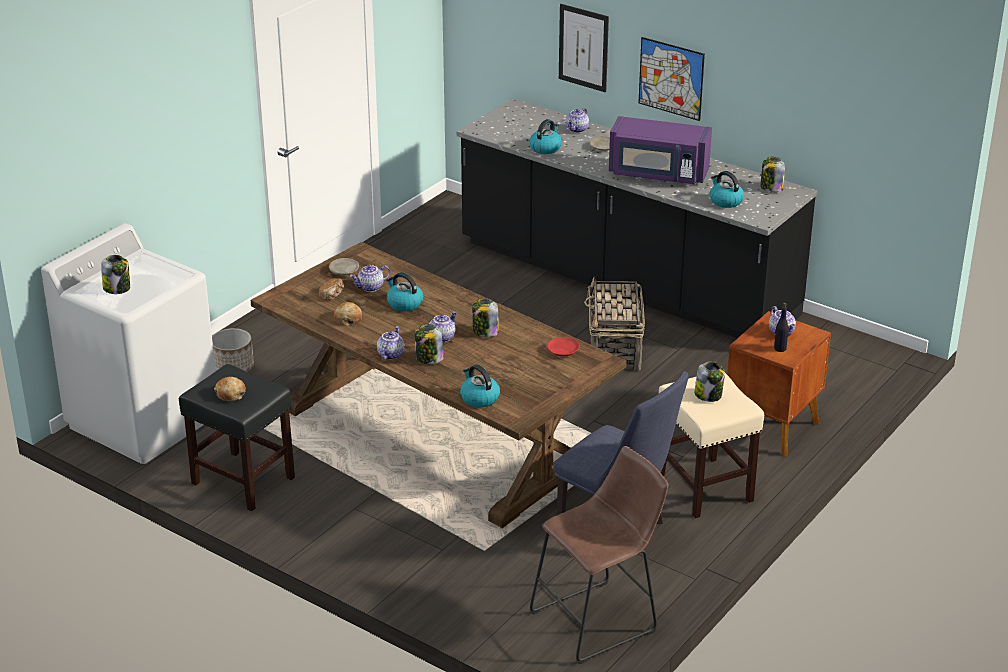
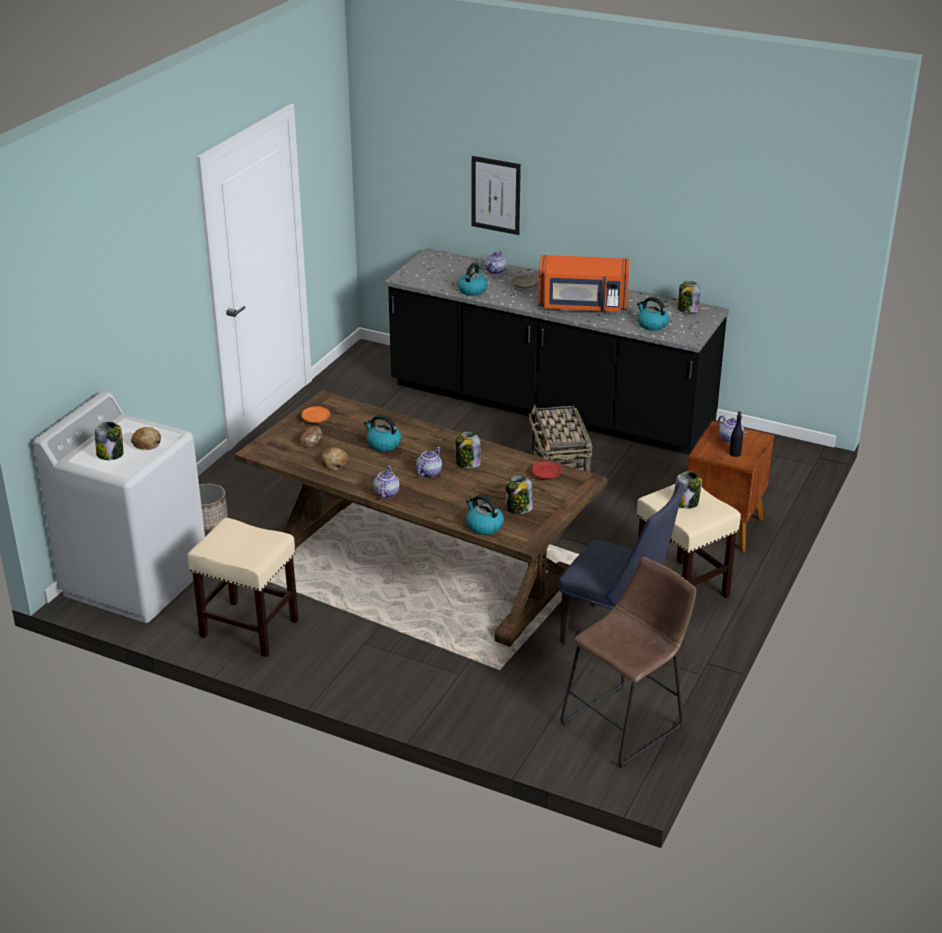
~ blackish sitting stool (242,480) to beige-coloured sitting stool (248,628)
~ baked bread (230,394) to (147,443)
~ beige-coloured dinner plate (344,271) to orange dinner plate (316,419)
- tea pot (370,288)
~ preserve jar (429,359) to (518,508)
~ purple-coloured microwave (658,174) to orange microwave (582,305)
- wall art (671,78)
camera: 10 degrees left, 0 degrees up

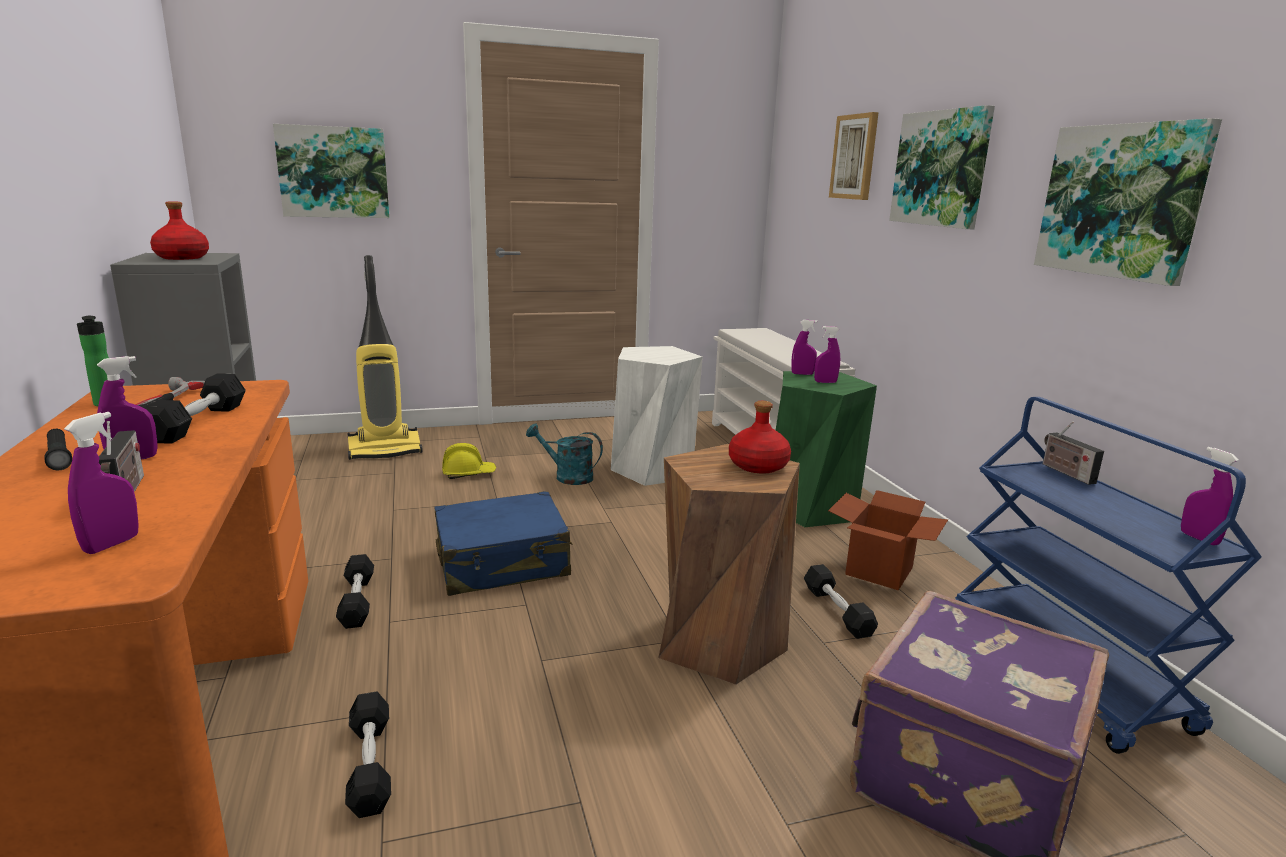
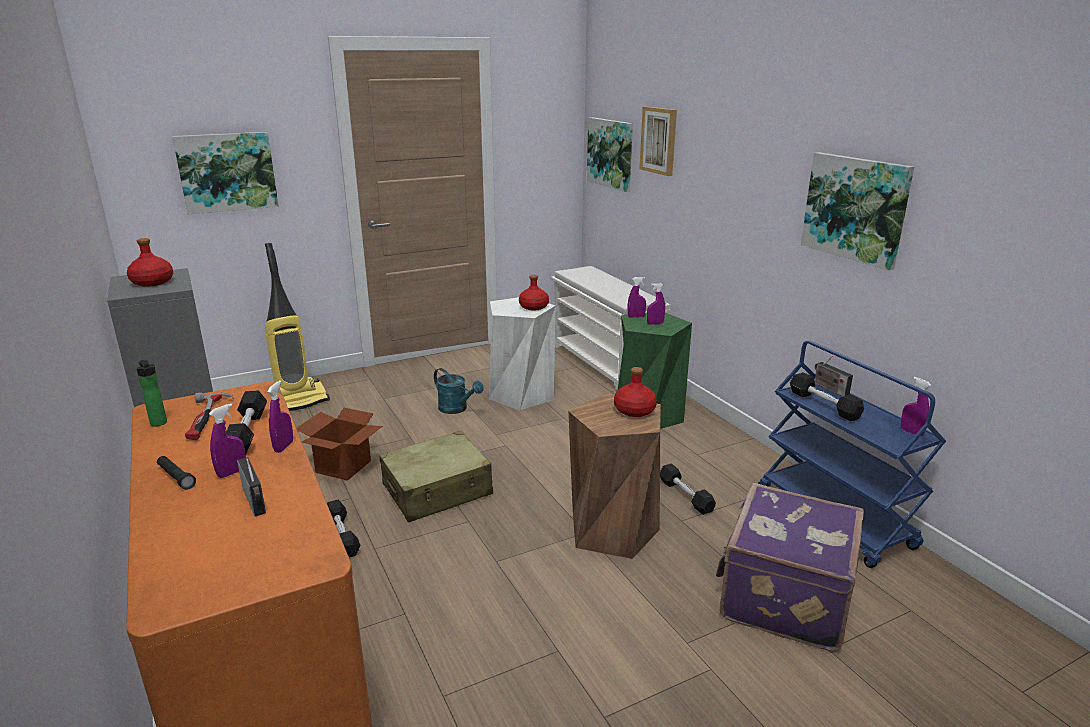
~ purple-coloured hand sprayer (112,544) to (283,447)
~ blackish free weight (370,765) to (824,405)
~ blue piece of luggage (503,563) to beige-coloured piece of luggage (437,490)
- yellowish safety helmet (468,473)
~ turquoise watering can (567,476) = (457,409) 150 degrees counterclockwise
~ cardboard box (879,571) to (343,466)
~ wall art (941,168) to (611,153)
+ red-coloured drink bottle (533,307)
camera: 10 degrees left, 5 degrees up

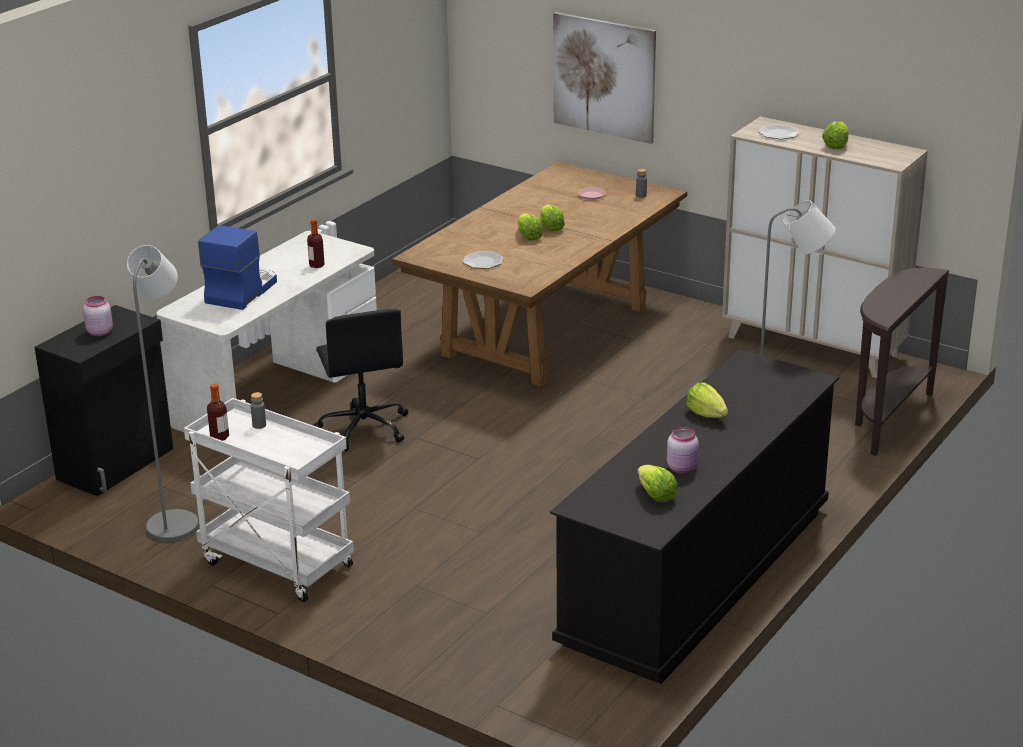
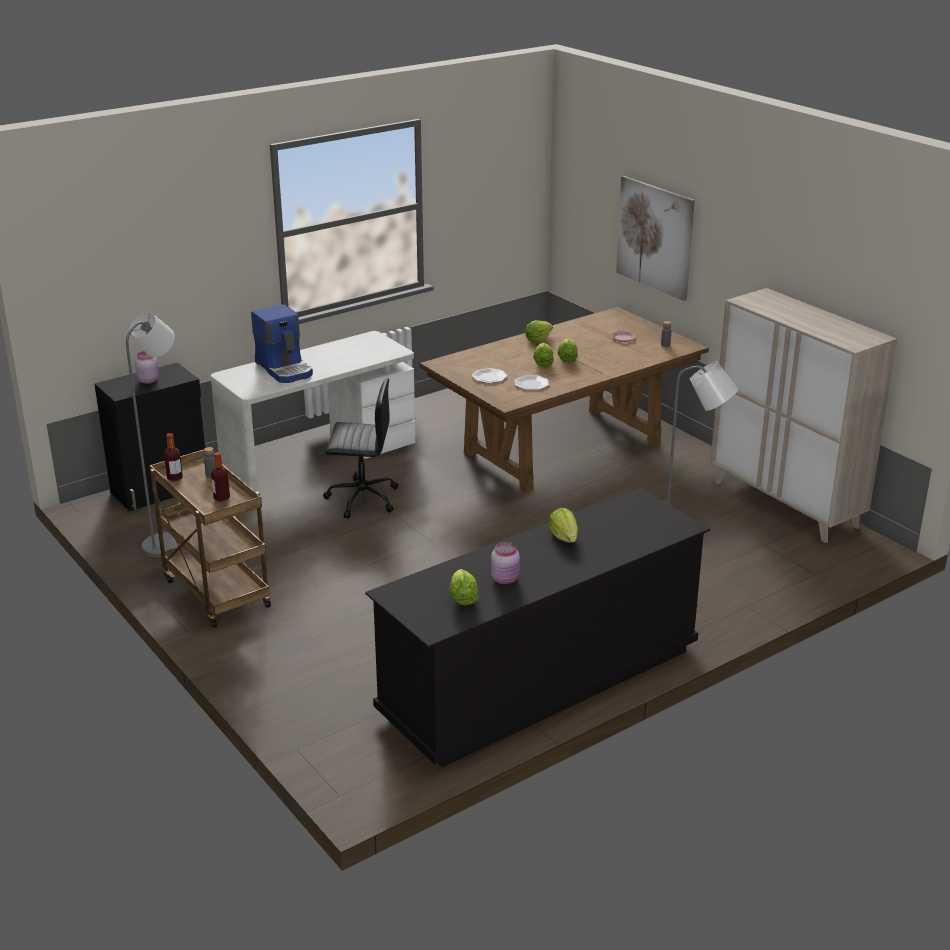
~ white cart (274,564) to brown-coloured cart (214,592)
~ coffee maker (241,291) = (285,369) 105 degrees clockwise
~ drink bottle (316,265) to (221,498)
~ blackish computer chair (363,428) = (361,498) 90 degrees counterclockwise
~ dinner plate (778,133) to (531,384)
~ head of lettuce (836,145) to (538,340)
- brown-coloured hall table (886,418)
camera: 20 degrees right, 0 degrees up

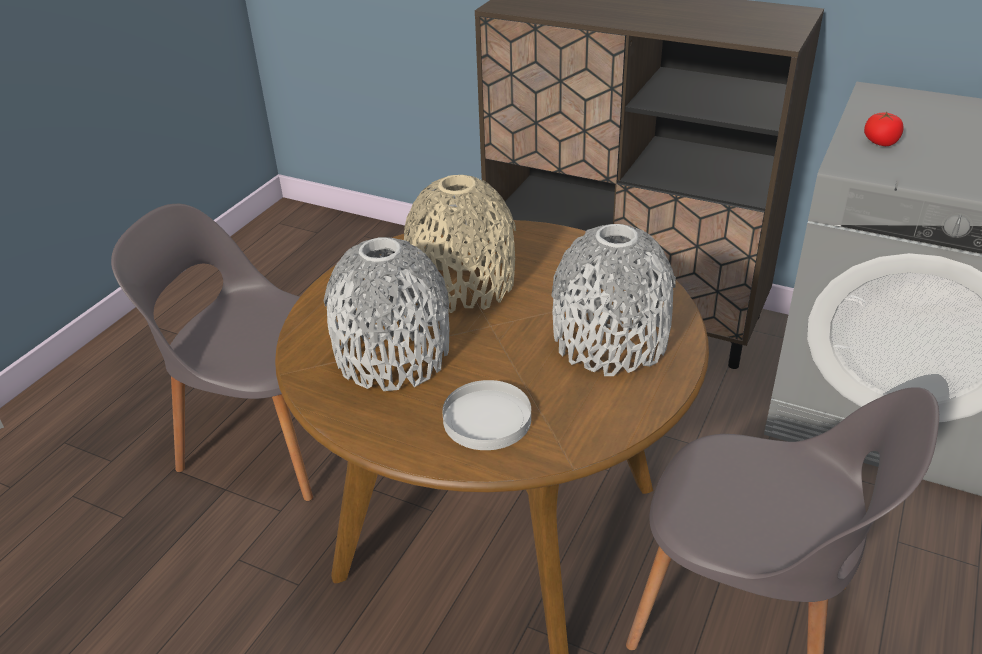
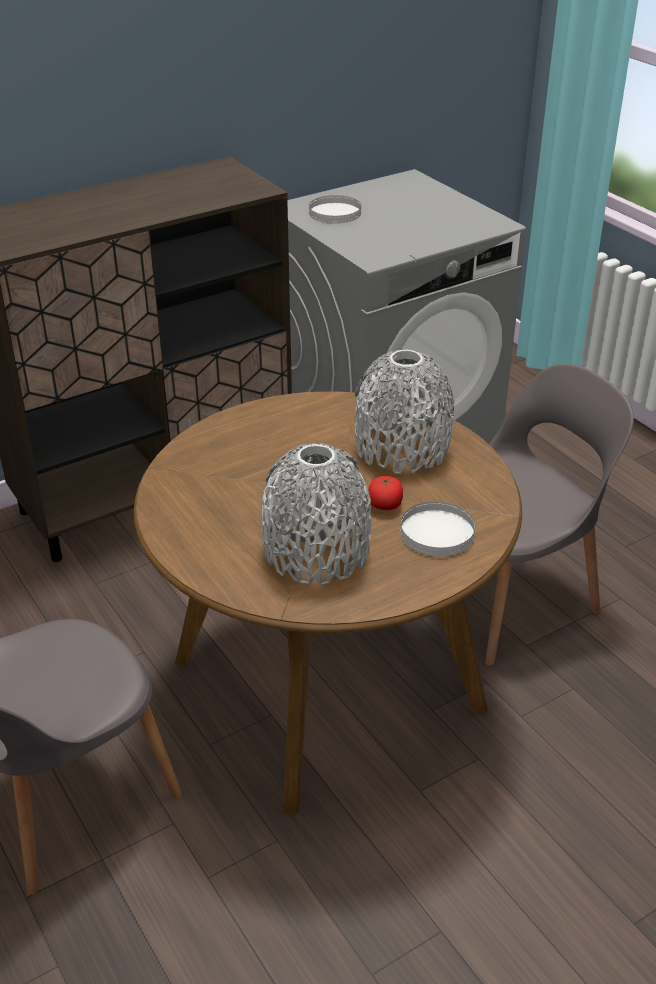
- beige-coloured flower vase (463,284)
~ tomato (880,143) to (385,505)
+ white dinner plate (334,212)
camera: 60 degrees left, 0 degrees up

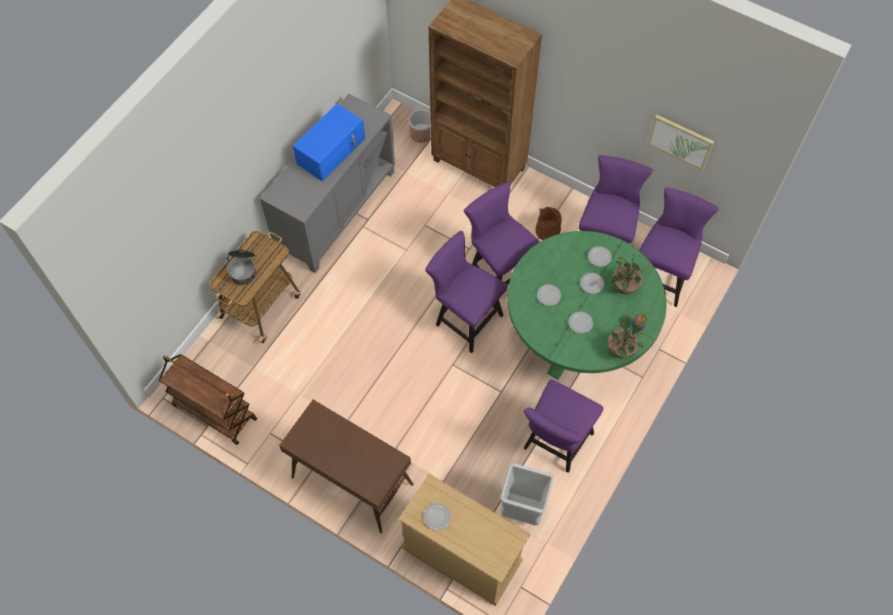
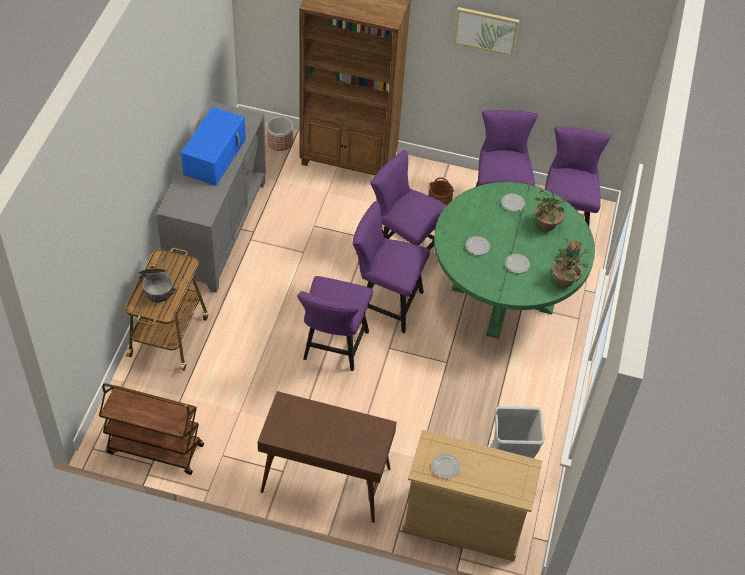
~ purple-coloured chair (555,444) to (333,349)
- dinner plate (592,283)
~ wall art (680,141) to (486,30)
camera: 20 degrees left, 10 degrees down

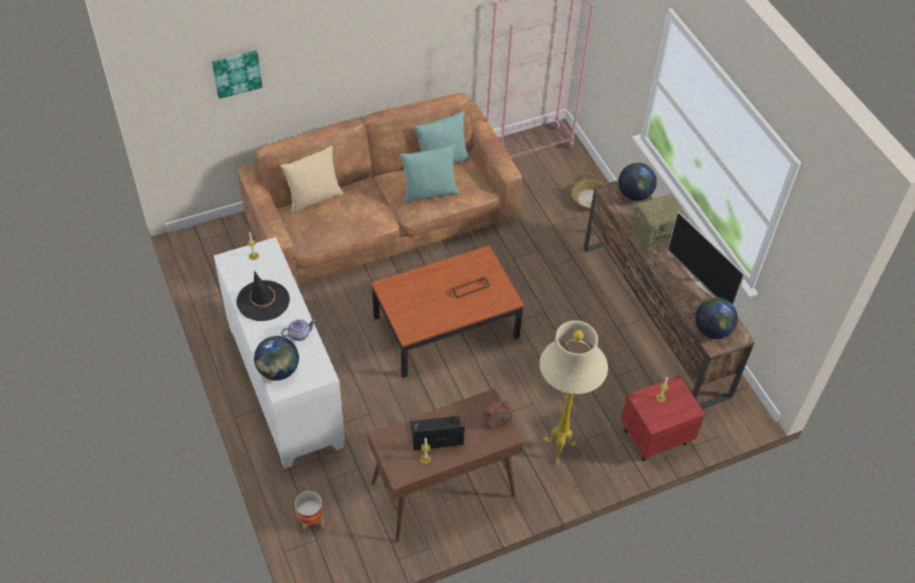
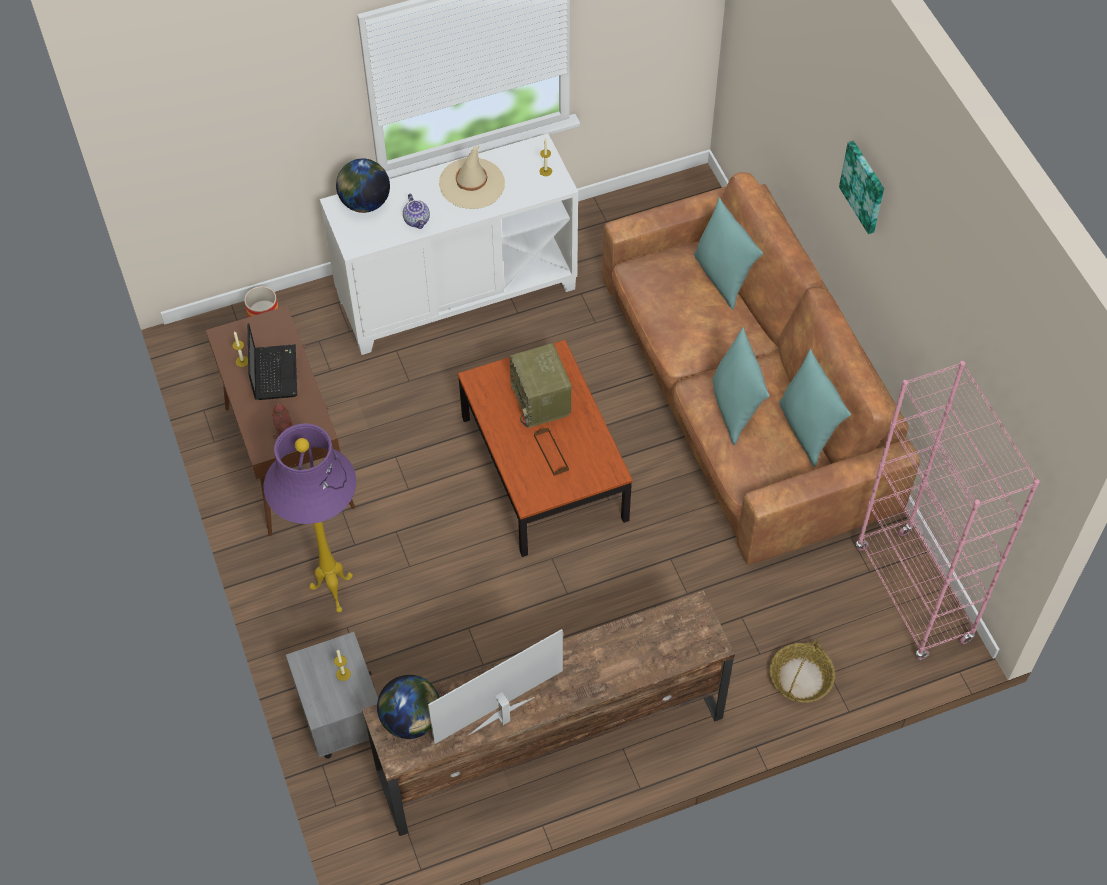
~ wall art (236,73) to (864,186)
~ blackish hat (263,301) to beige-coloured hat (472,184)
~ beige-coloured throw pillow (314,198) to turquoise throw pillow (723,277)
~ beige-coloured standing lamp (557,449) to purple-coloured standing lamp (334,590)
- world globe (634,194)
~ red-coloured nightstand (654,436) to grey nightstand (342,716)
~ radio receiver (656,235) to (541,401)
camera: 95 degrees right, 5 degrees up

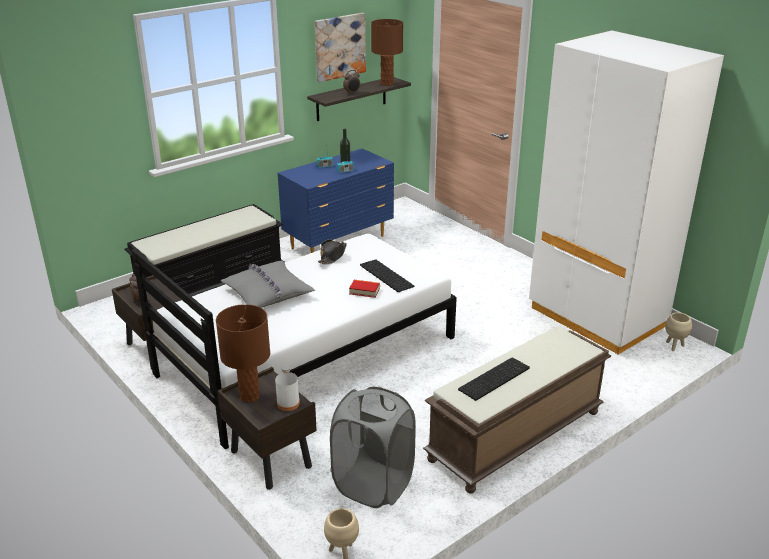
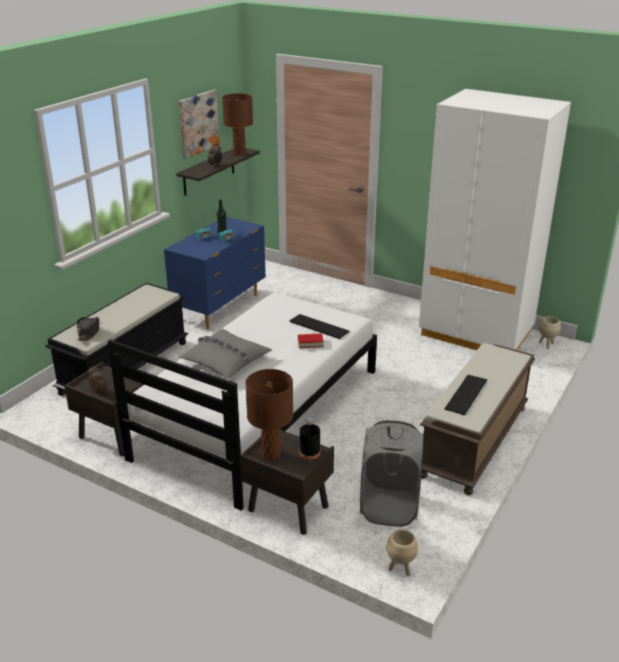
~ white drink bottle (288,403) to blackish drink bottle (309,452)
~ blackish hat (332,256) to (89,332)
camera: 20 degrees left, 0 degrees up

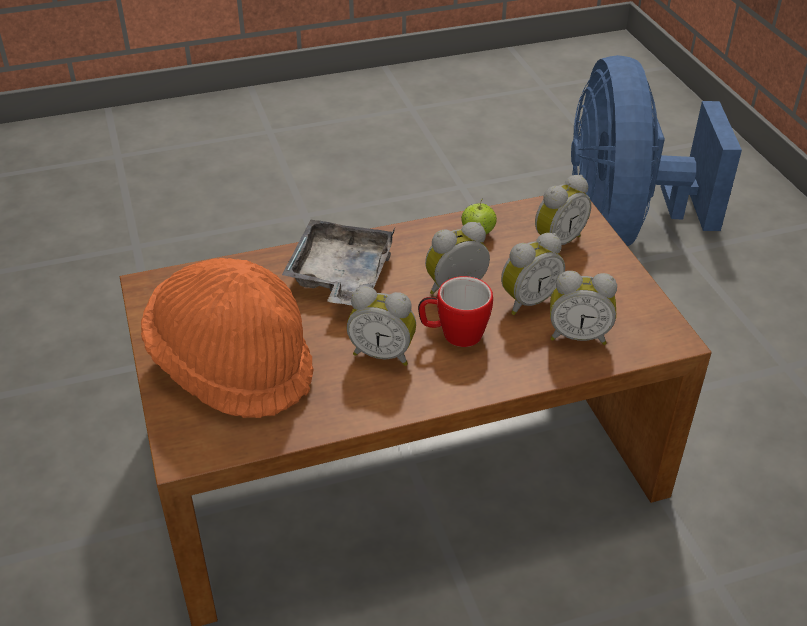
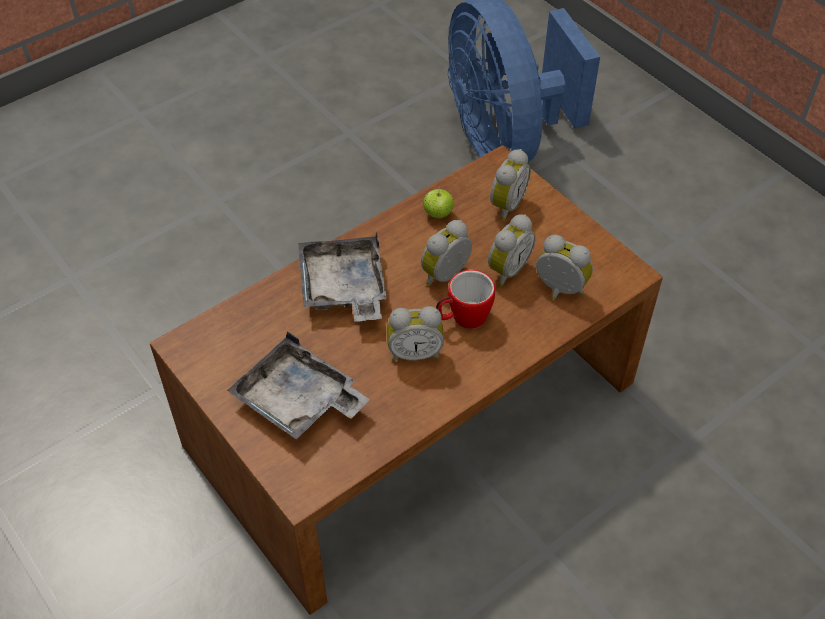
~ orange hat (233,366) to grey tray (298,401)
~ table clock (578,335) = (559,291) 135 degrees counterclockwise
camera: 20 degrees left, 10 degrees up

